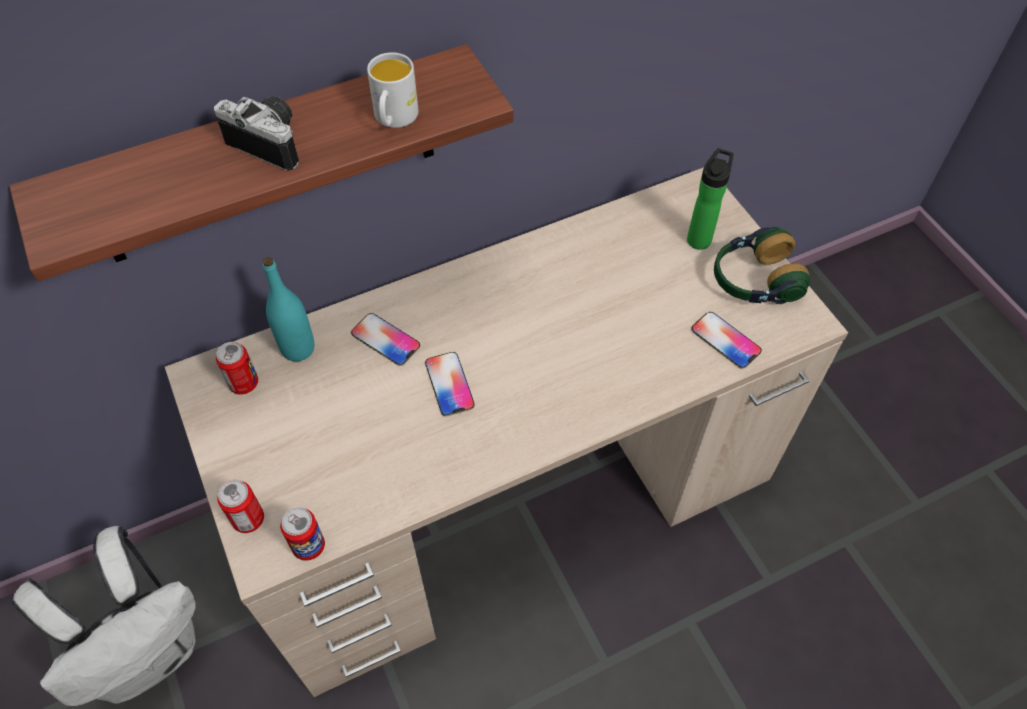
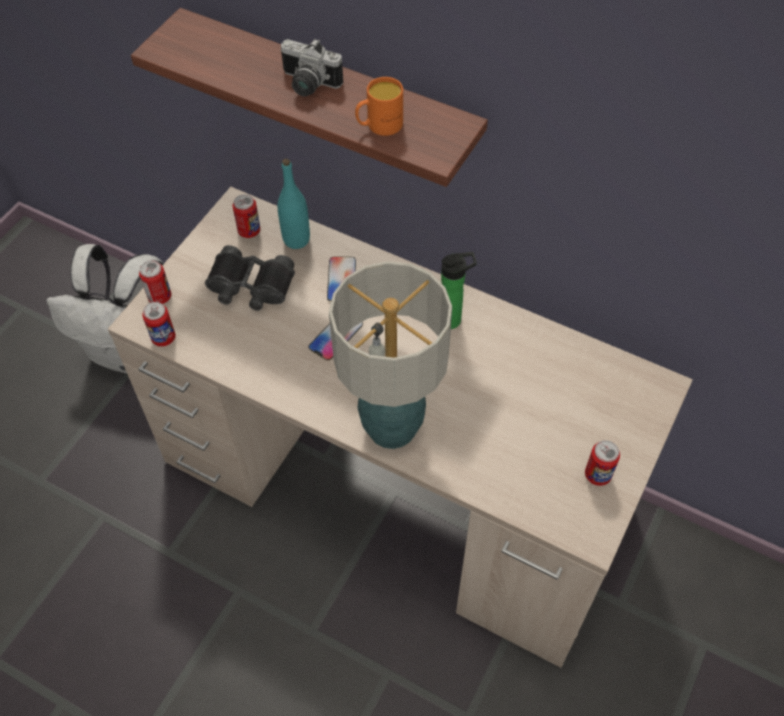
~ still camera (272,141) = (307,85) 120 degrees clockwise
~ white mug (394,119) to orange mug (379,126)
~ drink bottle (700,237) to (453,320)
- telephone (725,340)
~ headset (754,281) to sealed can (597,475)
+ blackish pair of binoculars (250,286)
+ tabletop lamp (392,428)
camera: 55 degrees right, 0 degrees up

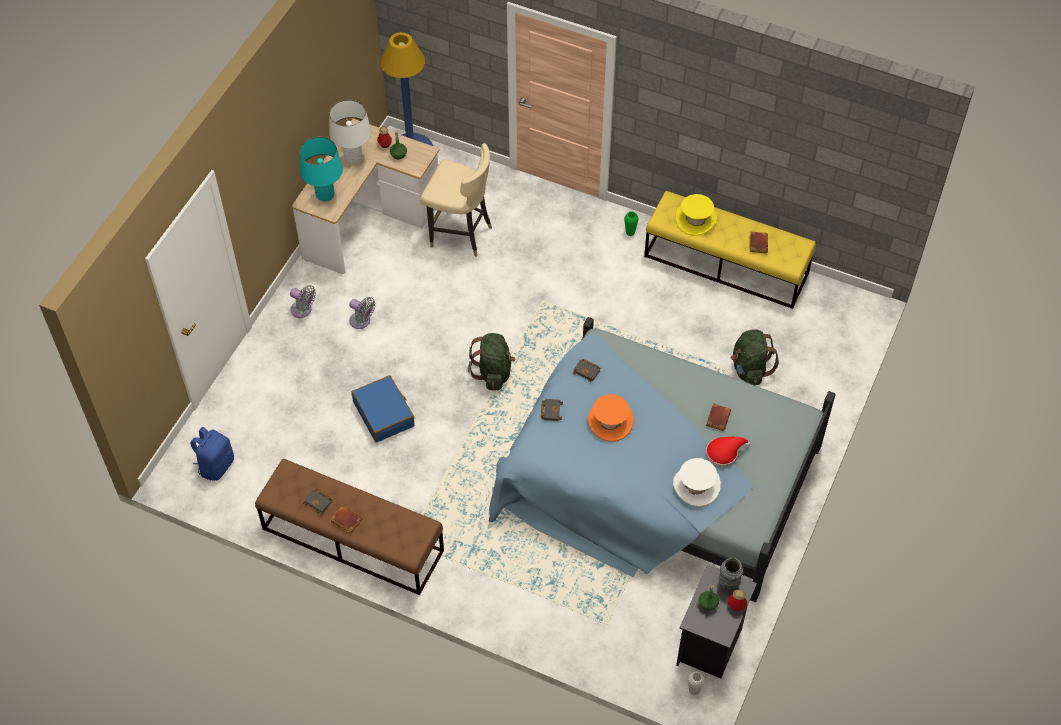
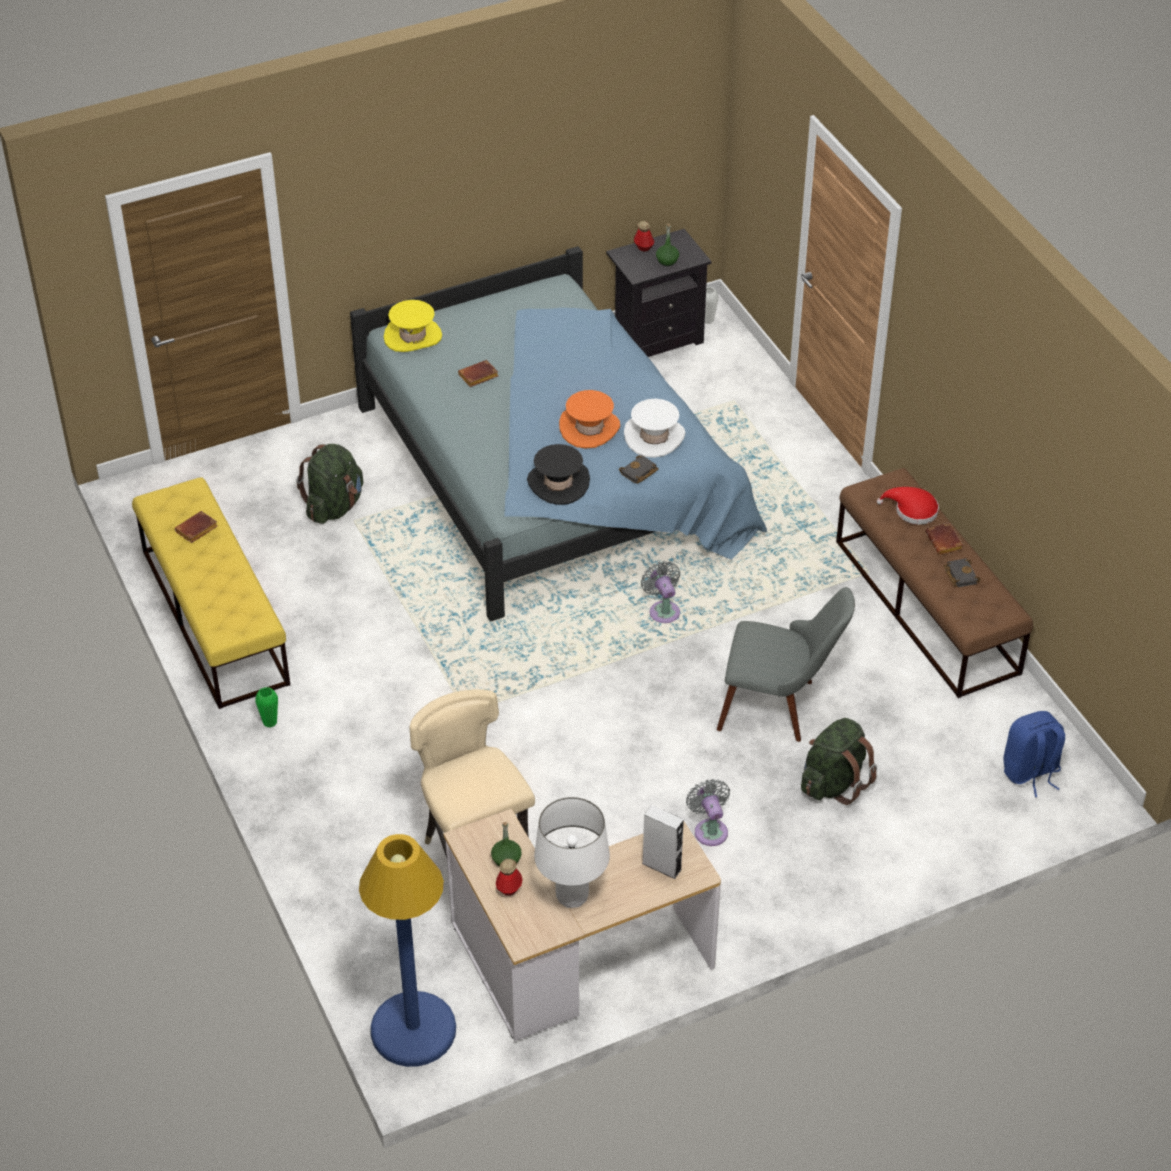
~ grey fan (303,310) to (663,610)
~ turquoise tabletop lamp (325,195) to grey speaker (662,866)
~ blue piece of luggage (384,414) to grey chair (780,706)
~ greenish knapsack (493,372) to (834,783)
~ blackish book (587,371) to blackish hat (558,483)
~ white hat (696,486) to (654,437)
~ yellowish hat (696,219) to (412,336)
~ red-coloured hat (724,453) to (912,510)
- flower vase (728,583)
camera: 140 degrees left, 10 degrees down

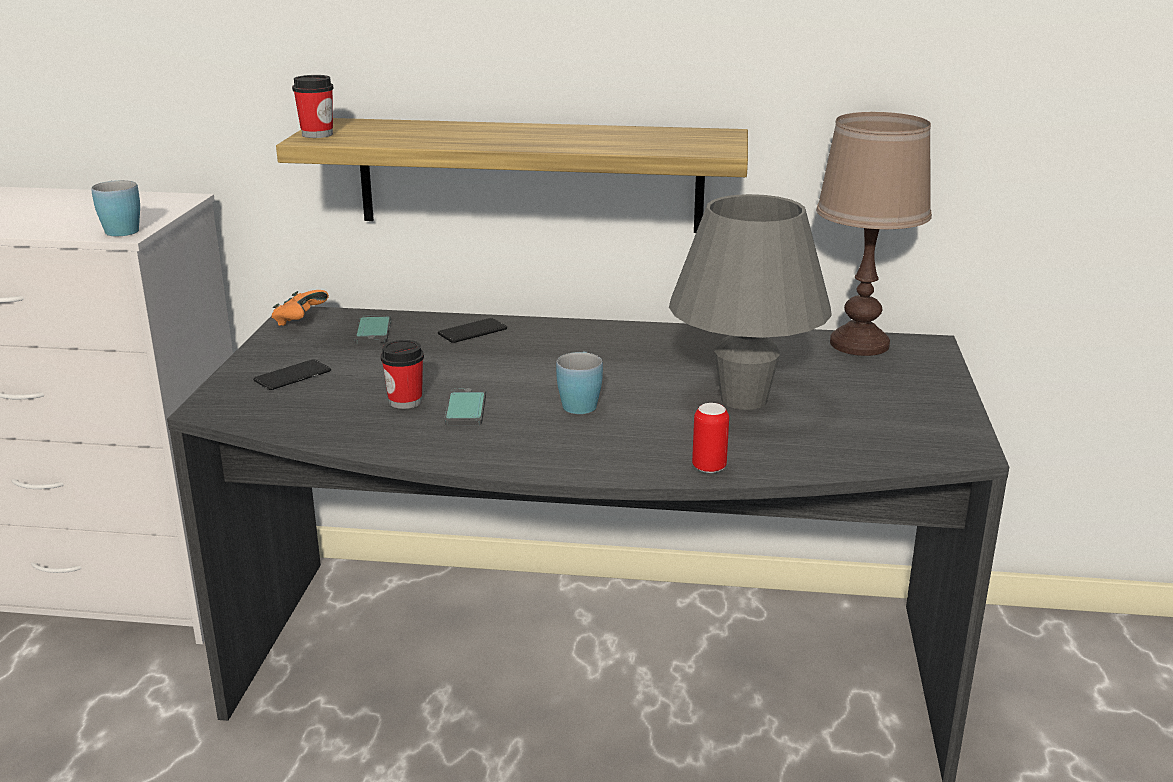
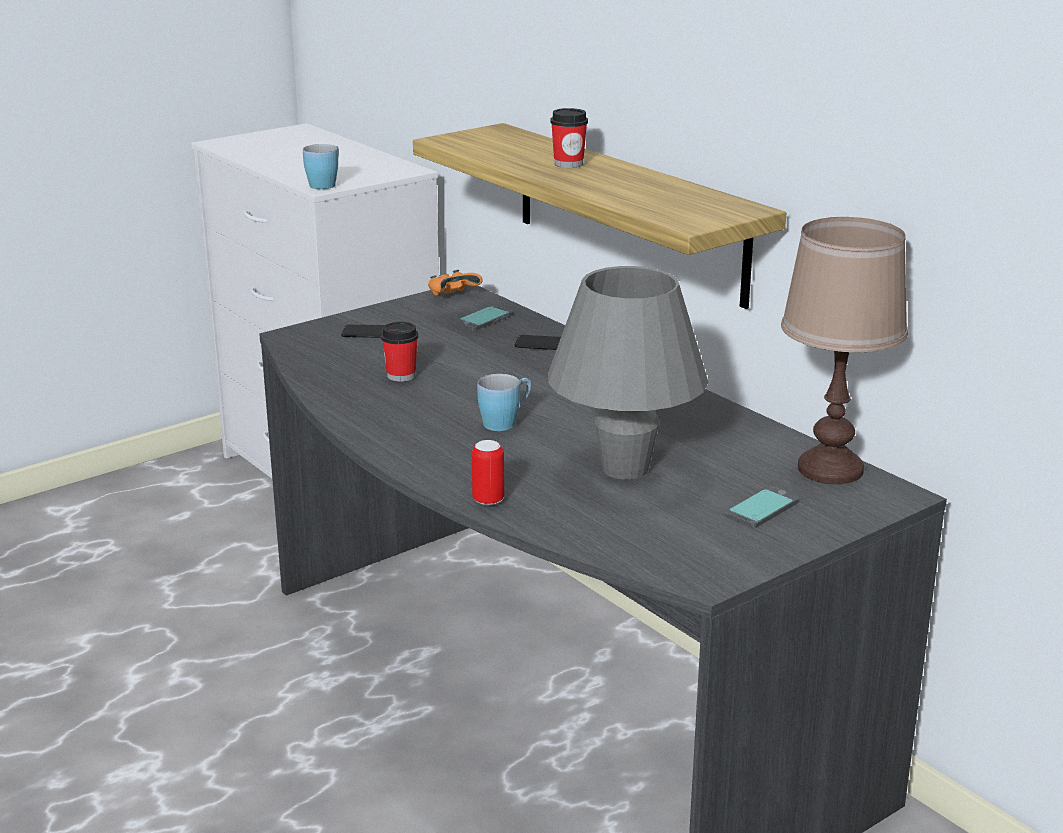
~ small cup (317,134) to (568,164)
~ telephone (465,408) to (761,509)
camera: 45 degrees right, 0 degrees up

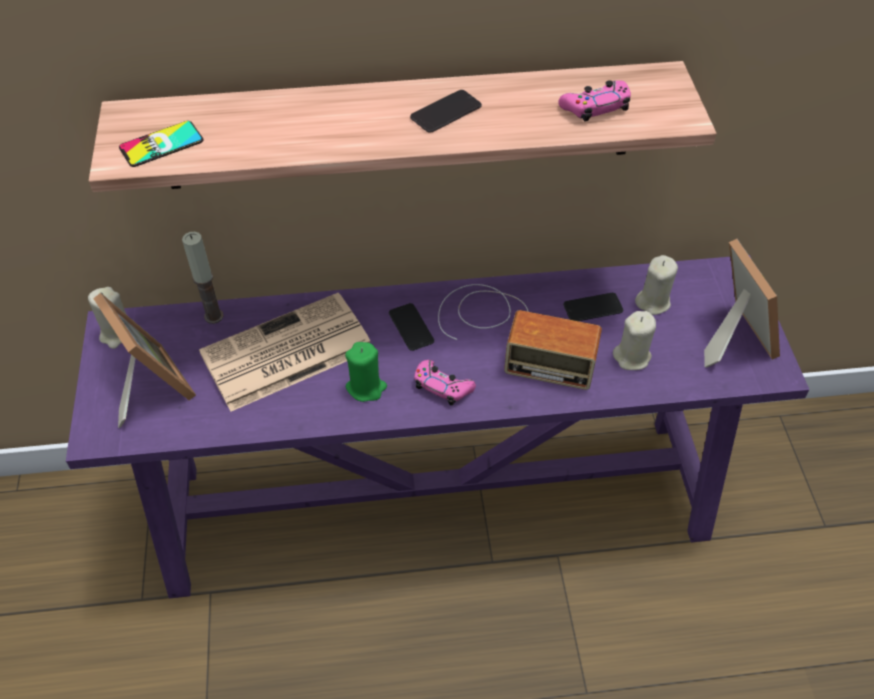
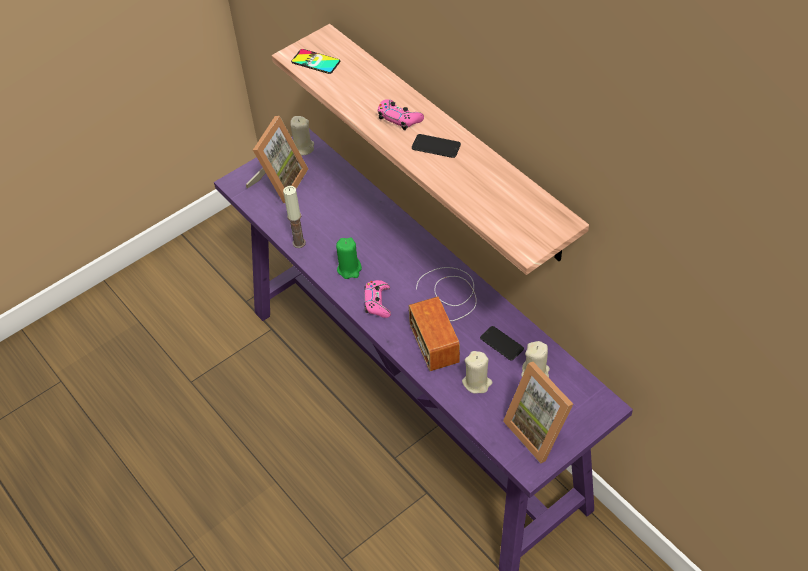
~ wax light (214,316) to (299,243)
- printed paper (285,353)
- telephone (411,327)
~ pink-coloured joypad (595,107) to (399,118)
~ picture frame (732,337) = (541,429) 105 degrees clockwise
camera: 60 degrees right, 0 degrees up

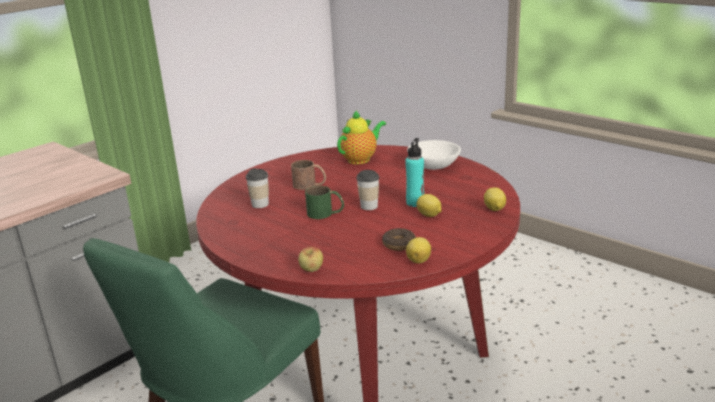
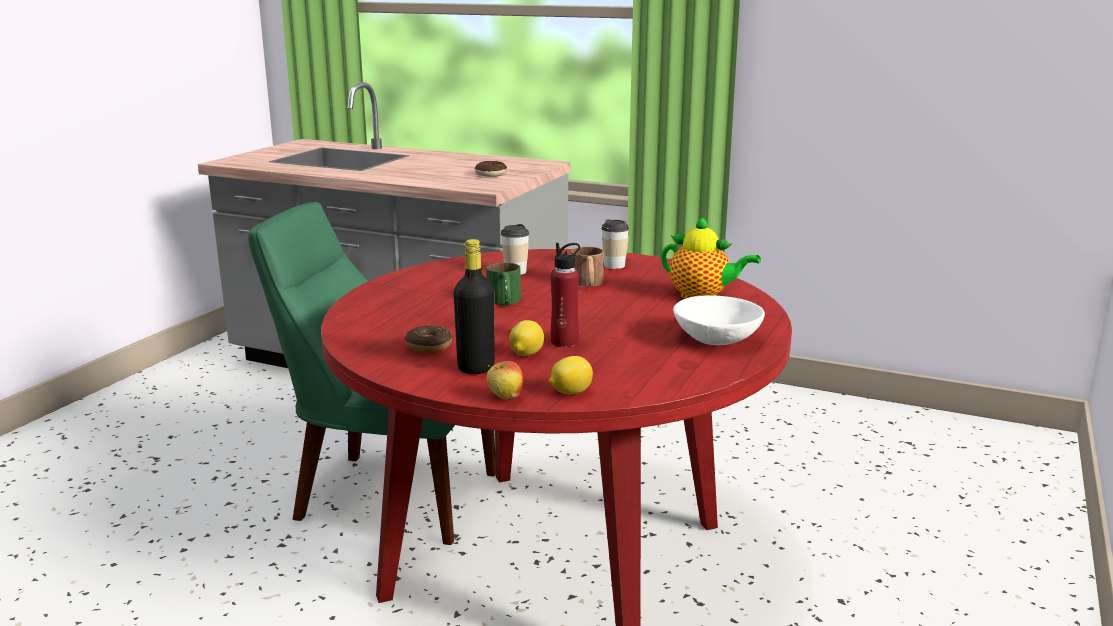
~ apple fruit (311,271) to (505,398)
~ small cup (369,206) to (614,265)
~ turquoise drink bottle (415,203) to red-coloured drink bottle (564,342)
- whole lemon (419,260)
+ blackish drink bottle (476,368)
+ donut (491,174)
camera: 70 degrees right, 5 degrees down

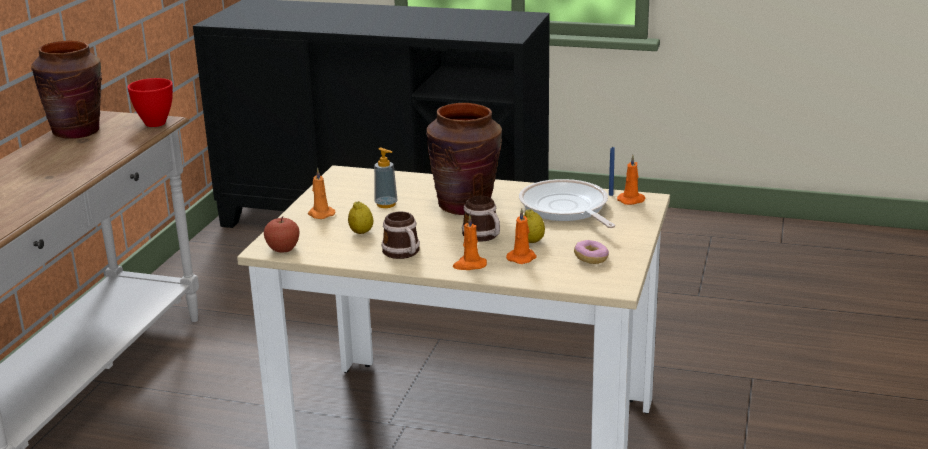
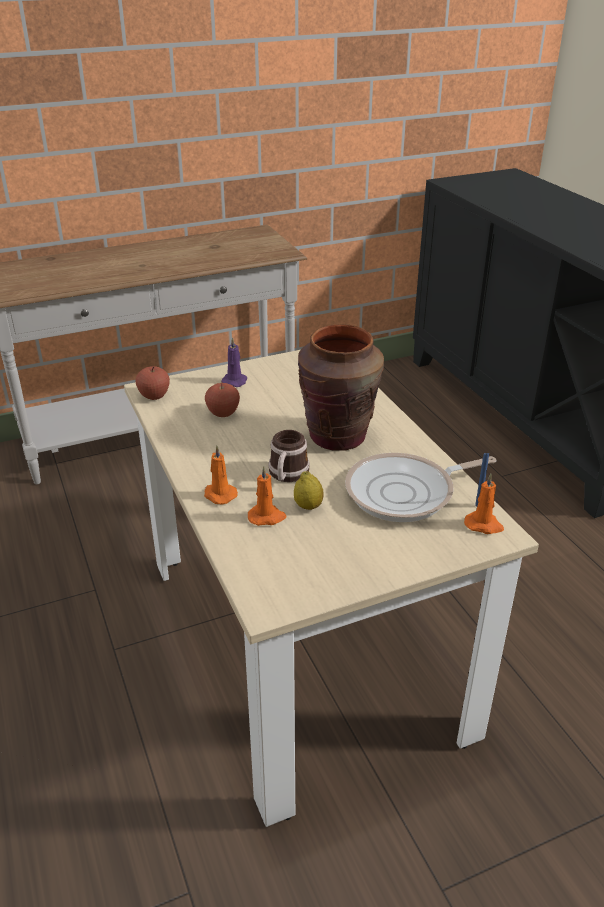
- brown-coloured flower vase (77,131)
- red-coloured deep dish (155,123)
~ orange wax light (320,214) to purple-coloured wax light (235,381)
~ whole lemon (361,232) to apple fruit (223,413)
- soap dispenser (386,204)
- mug (403,253)
~ skillet (565,209) = (405,493) 135 degrees counterclockwise
- donut (591,259)
camera: 50 degrees right, 10 degrees up

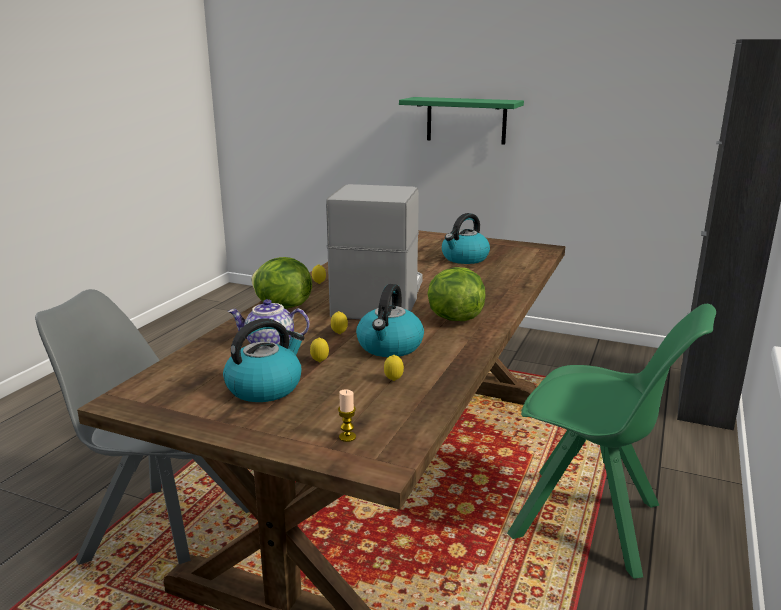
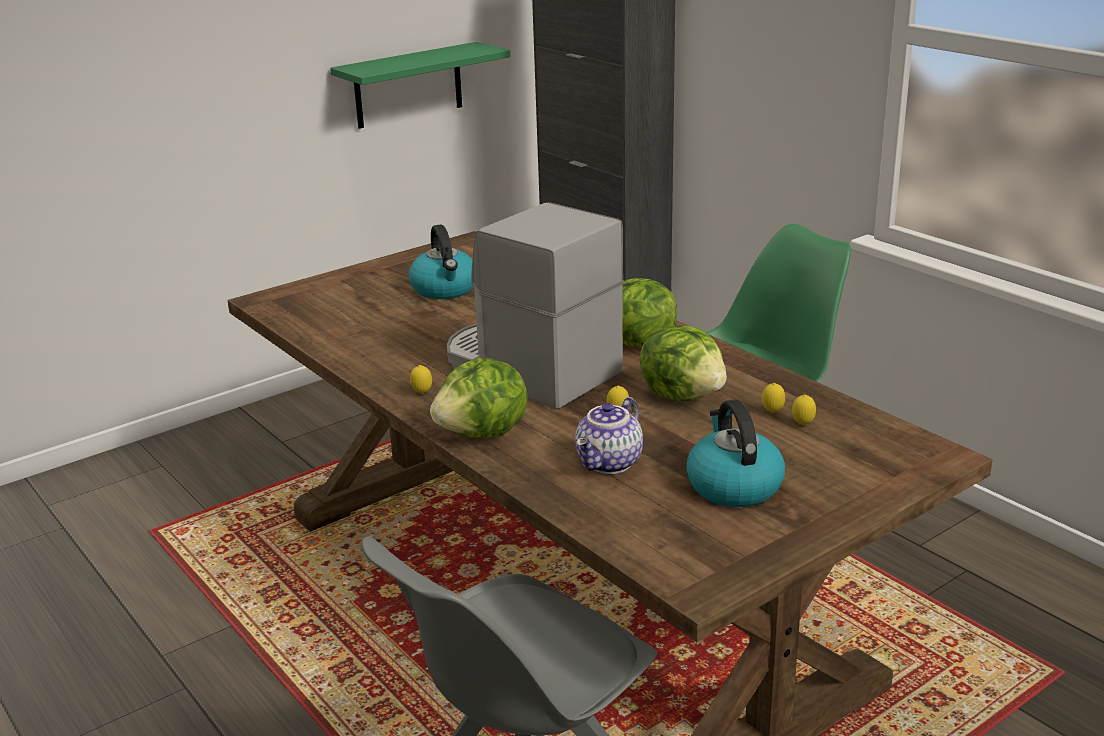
~ whole lemon (320,362) to (802,424)
- wax light (347,437)
~ water kettle (390,347) to head of lettuce (683,395)
~ greenish shelf (466,120) to (408,85)
camera: 60 degrees left, 5 degrees up

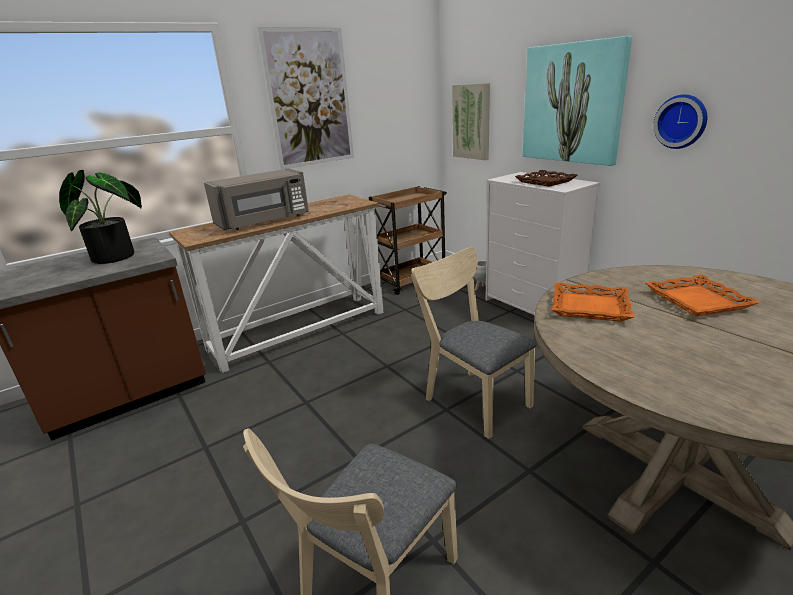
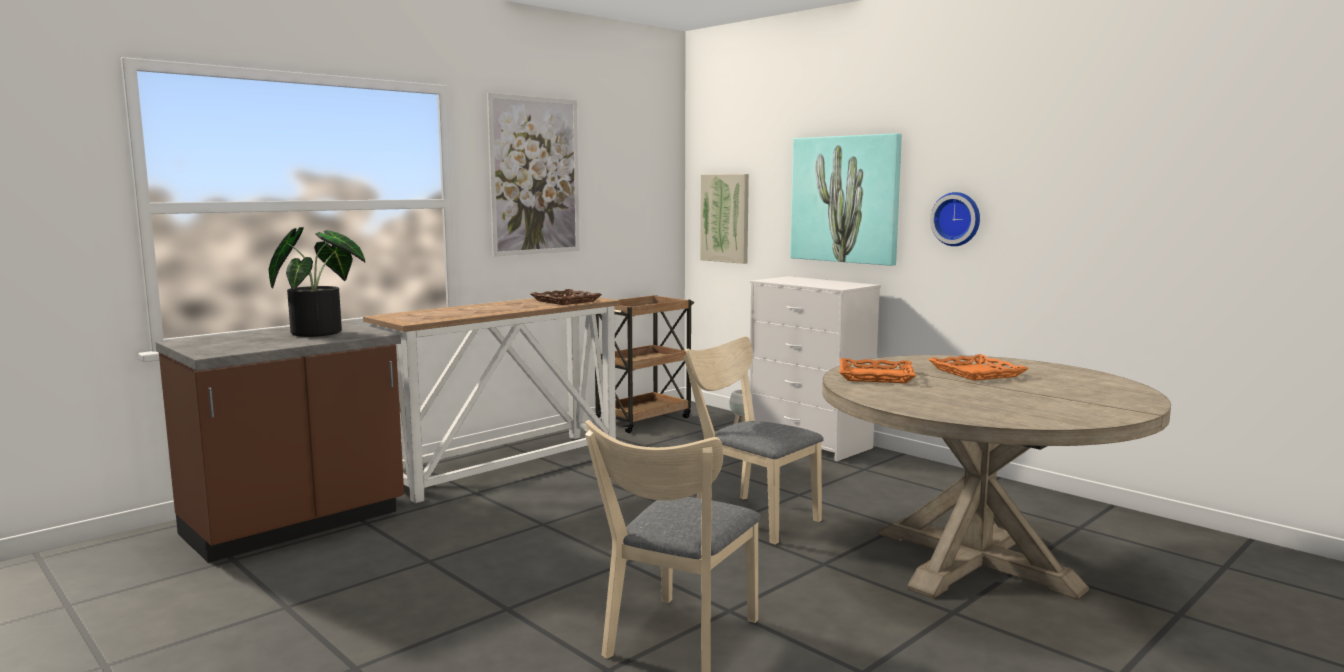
- grey microwave (264,221)
~ brown-coloured tray (545,181) to (566,301)
camera: 10 degrees left, 15 degrees down

